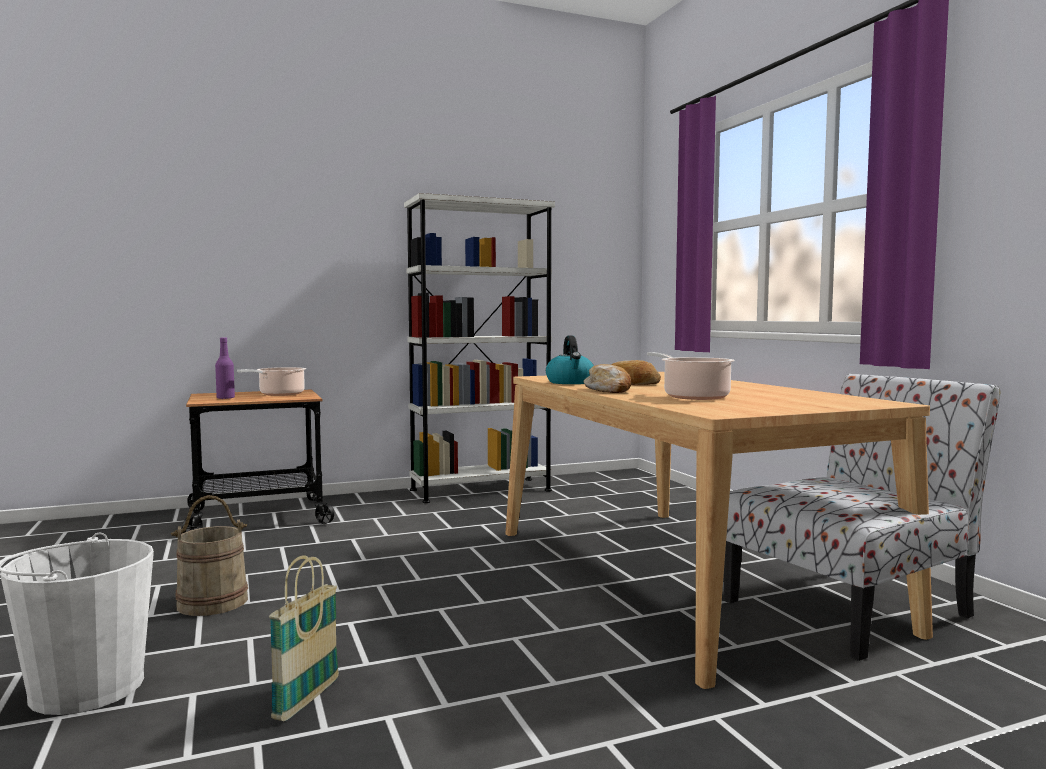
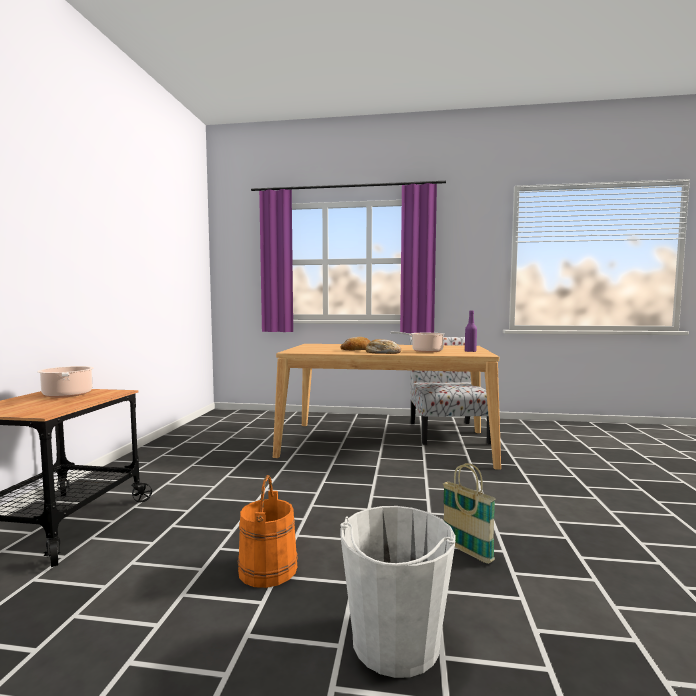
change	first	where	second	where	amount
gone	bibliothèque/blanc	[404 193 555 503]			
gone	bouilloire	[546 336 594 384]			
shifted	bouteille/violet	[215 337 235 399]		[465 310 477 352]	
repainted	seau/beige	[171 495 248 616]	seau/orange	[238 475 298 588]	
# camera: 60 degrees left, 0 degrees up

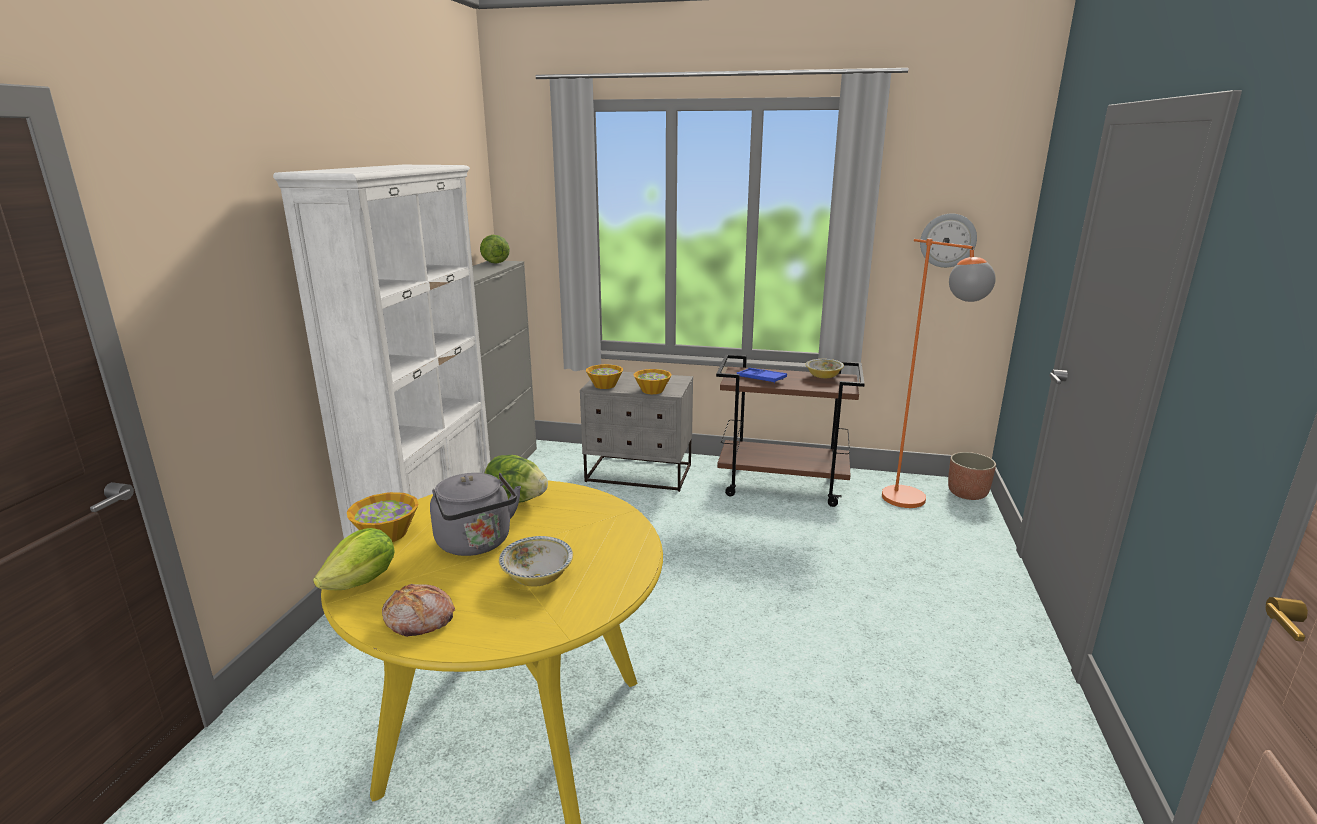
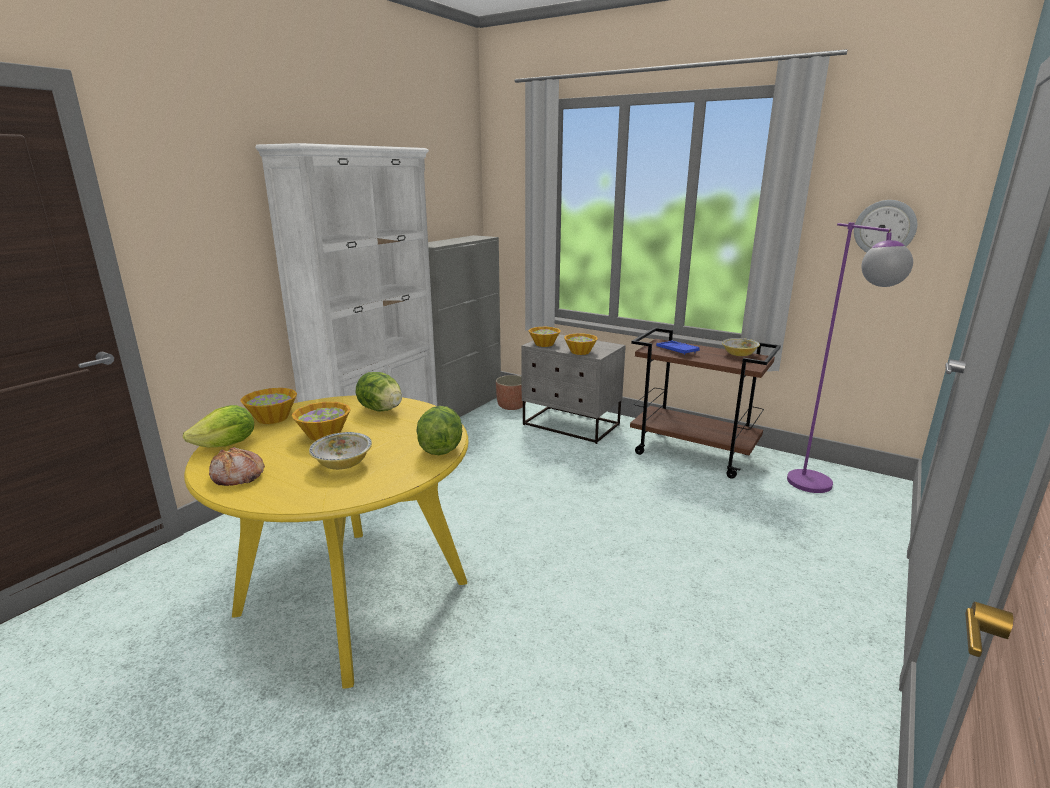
change	first	where	second	where	amount
shifted	laitue	[480 235 510 264]		[416 406 462 455]	
shifted	cache-pot	[948 452 996 500]		[496 375 526 410]	
swapped	bouilloire/gris	[430 473 521 556]	bol	[292 402 350 441]	
repainted	lampadaire/orange	[882 239 996 508]	lampadaire/violet	[787 222 913 493]	
# camera: 20 degrees right, 0 degrees up

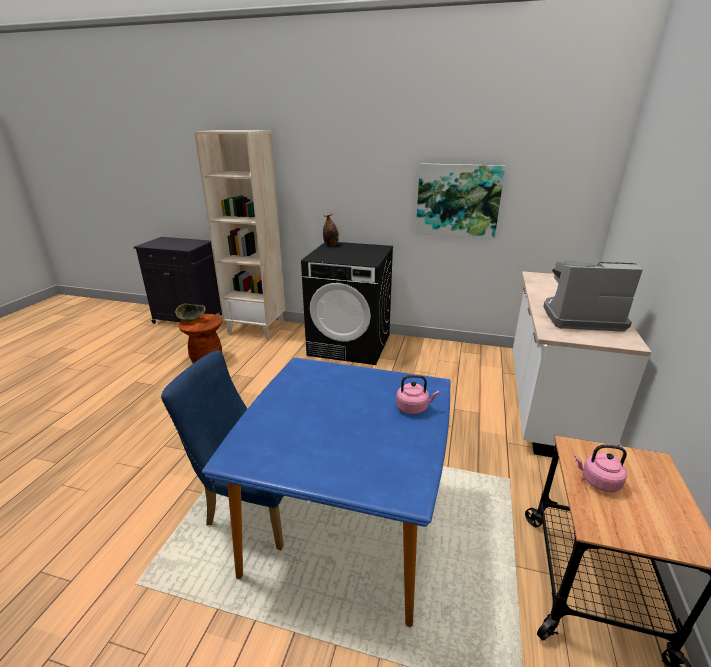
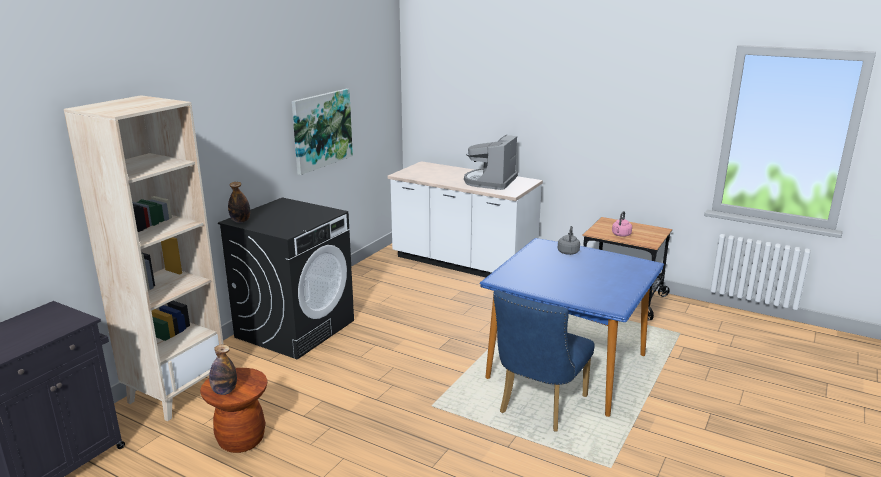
change	first	where	second	where	amount
swapped	bol	[175 304 206 322]	bouteille	[209 344 237 395]	
repainted	bouilloire/rose	[396 375 439 414]	bouilloire/gris	[558 226 580 255]	
# camera: 75 degrees left, 5 degrees down

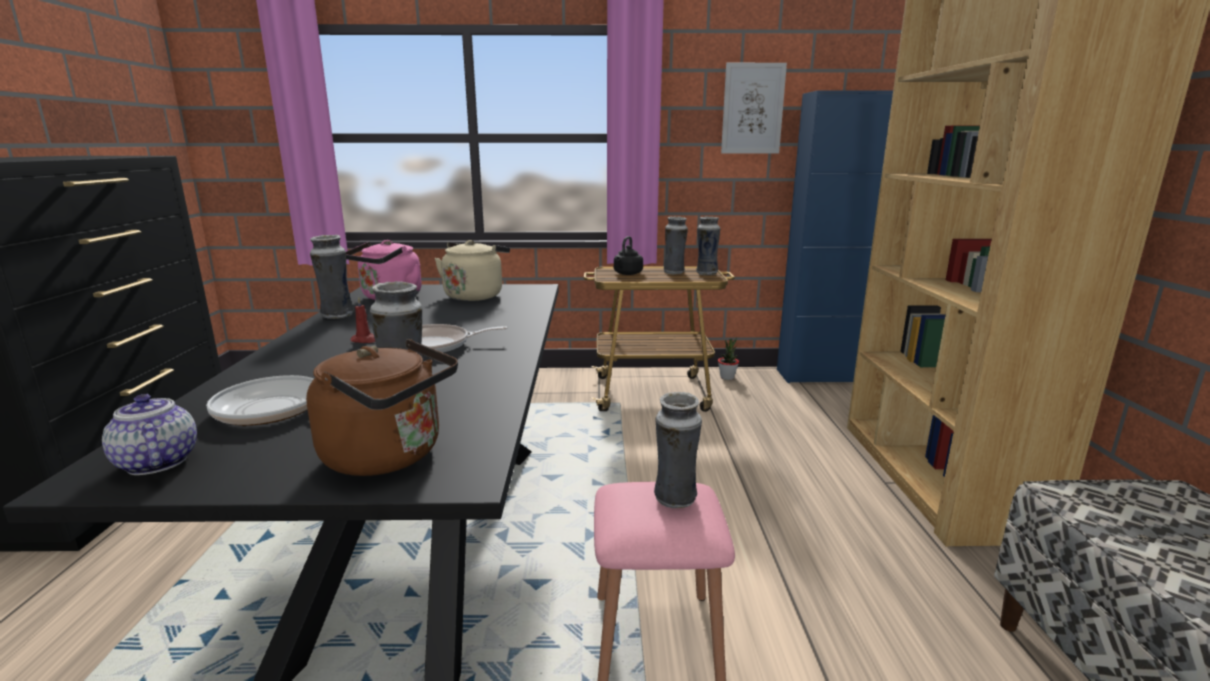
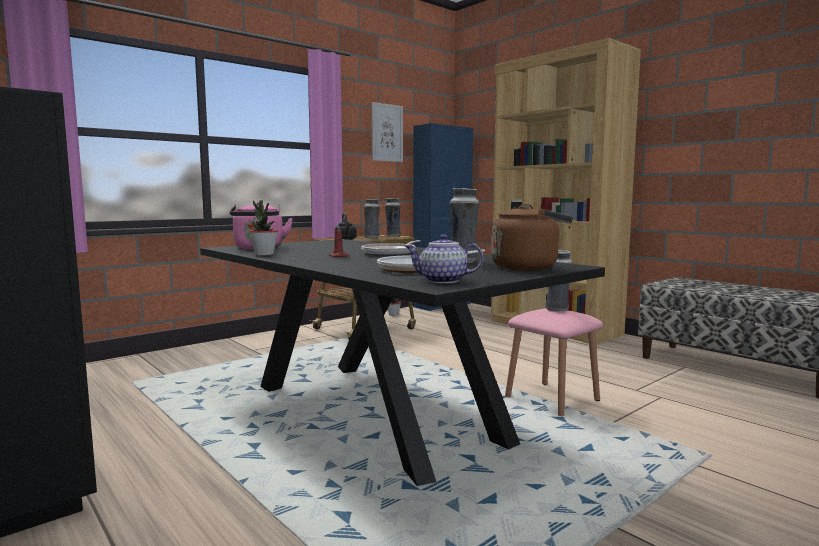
change	first	where	second	where	amount
gone	bouilloire/beige	[434 240 510 301]			
swapped	vase	[310 235 354 319]	plante en pot	[249 200 278 256]	
# camera: 40 degrees left, 10 degrees down

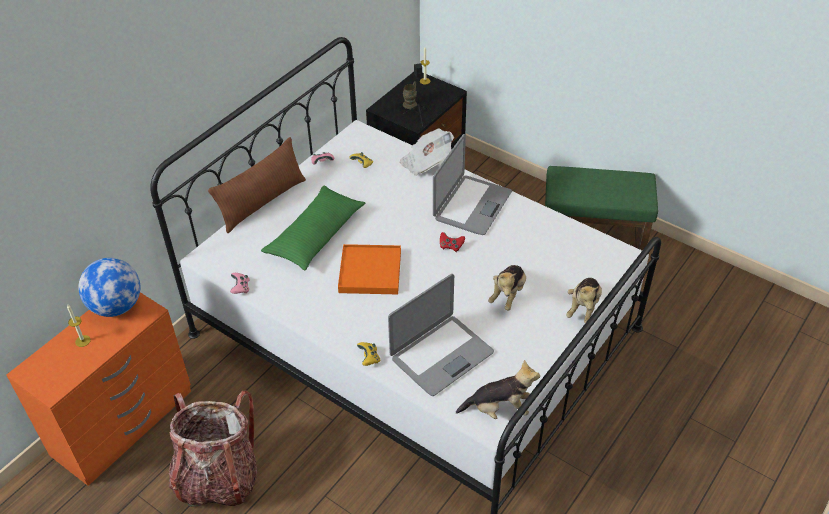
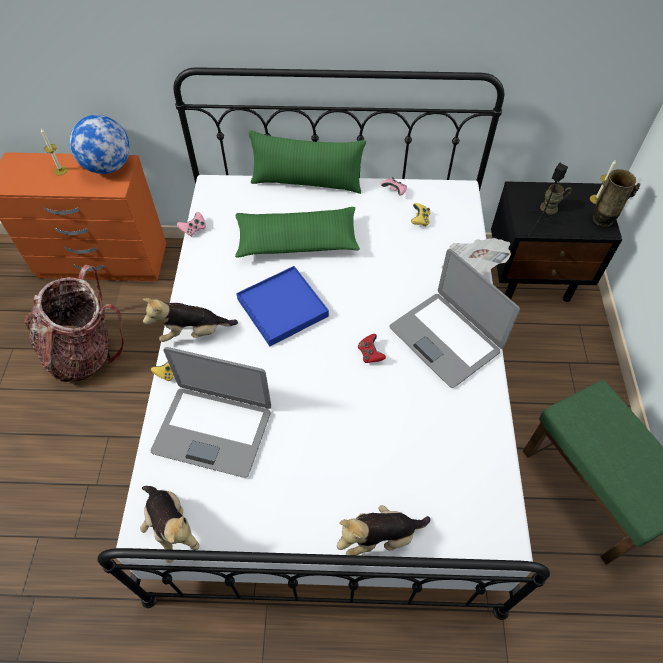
change	first	where	second	where	amount
new			vase	[593 169 641 227]	
shifted	peluche	[488 265 526 311]		[143 298 238 342]	
repainted	coussin/marron	[208 137 306 233]	coussin/vert	[249 130 366 194]	
repainted	plateau/orange	[338 244 401 294]	plateau/bleu	[236 266 329 346]	
rotated	ordinateur portable	[433 134 512 235]		[389 249 520 388]	60 degrees clockwise
# camera: 55 degrees right, 10 degrees up

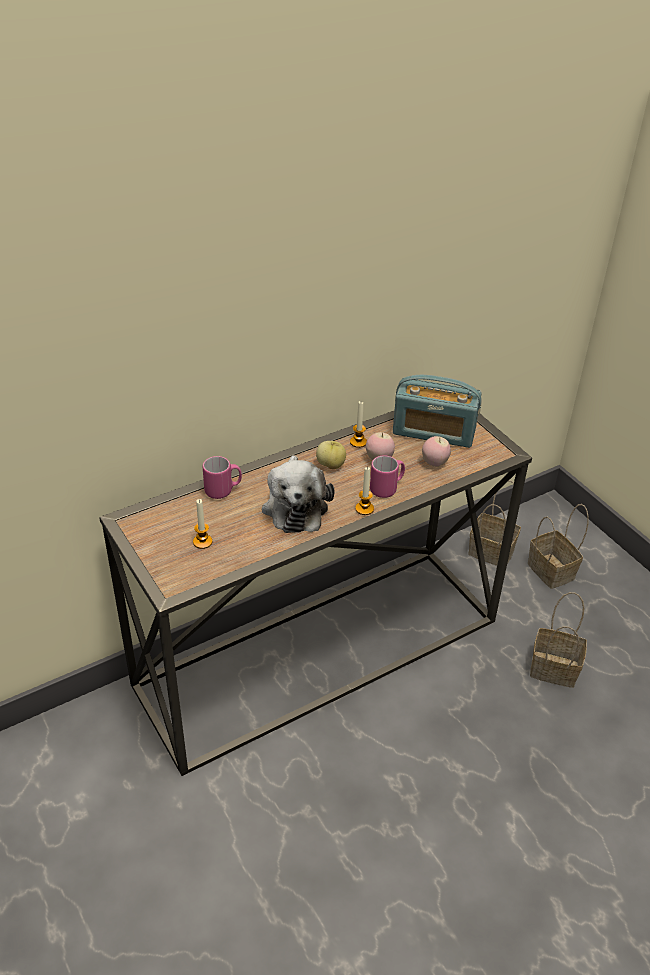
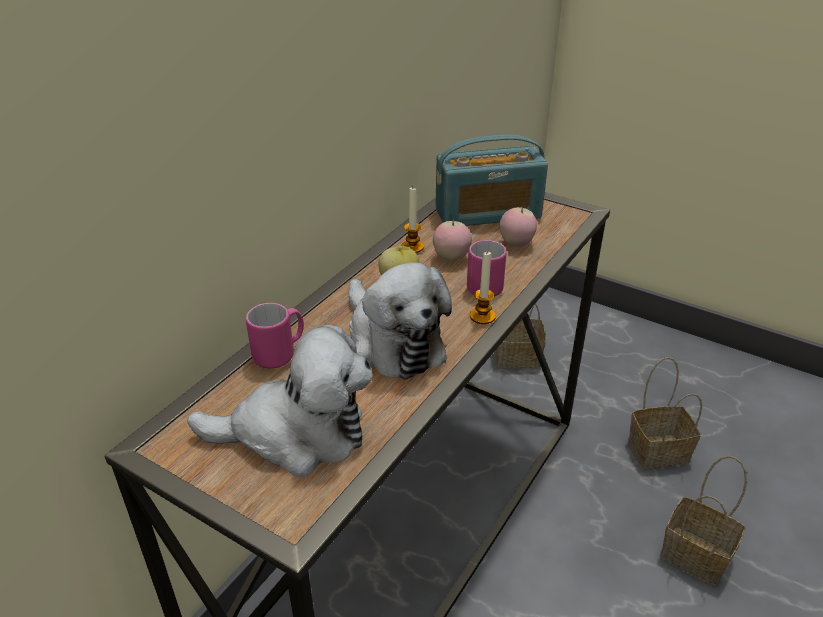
change	first	where	second	where	amount
shifted	panier	[528 504 589 589]		[660 456 747 585]	
swapped	bougie	[193 499 213 549]	peluche	[187 324 373 477]	
# camera: 25 degrees left, 5 degrees down

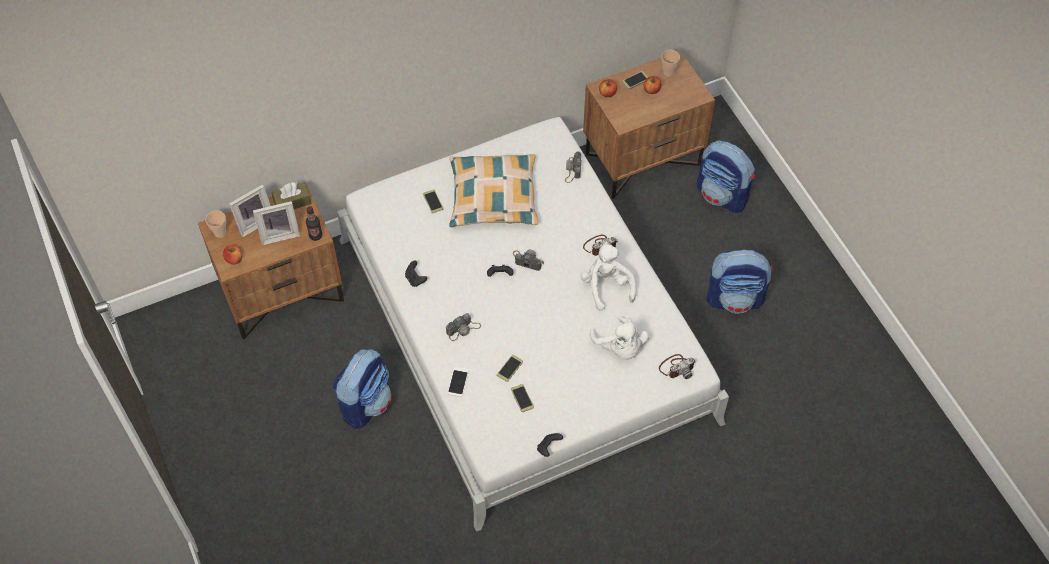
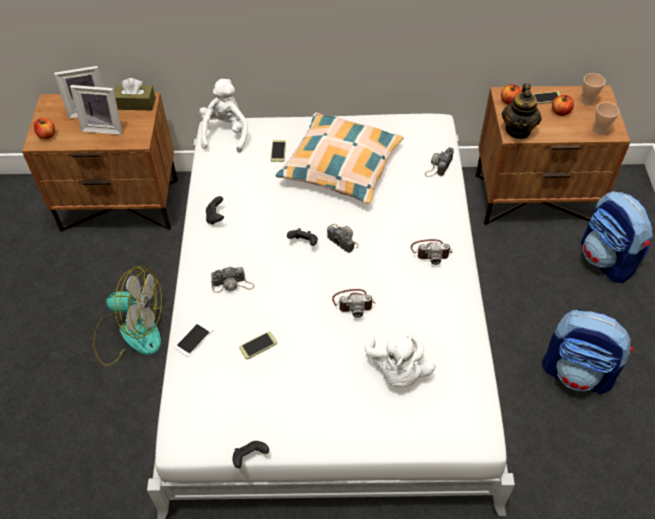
change	first	where	second	where	amount
gone	bouteille	[306 206 322 241]			
gone	téléphone	[511 384 534 412]			
new			théière	[502 83 542 139]	
shifted	tasse	[205 210 226 238]		[594 102 619 135]	
shifted	peluche/blanc	[581 242 636 311]		[199 79 248 153]	
shifted	appareil photo	[659 354 695 379]		[332 289 376 318]	
swapped	sac à dos	[333 349 392 429]	ventilateur	[93 266 162 366]	
# camera: 25 degrees right, 5 degrees down

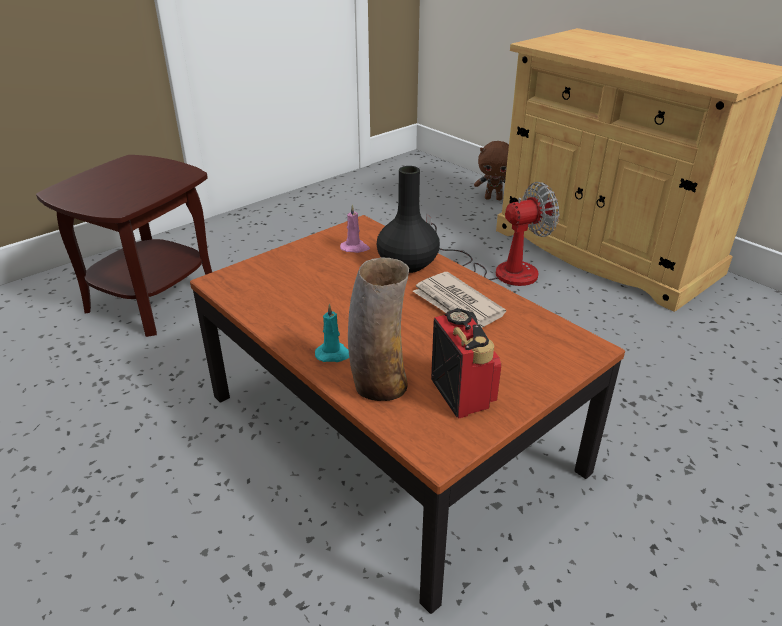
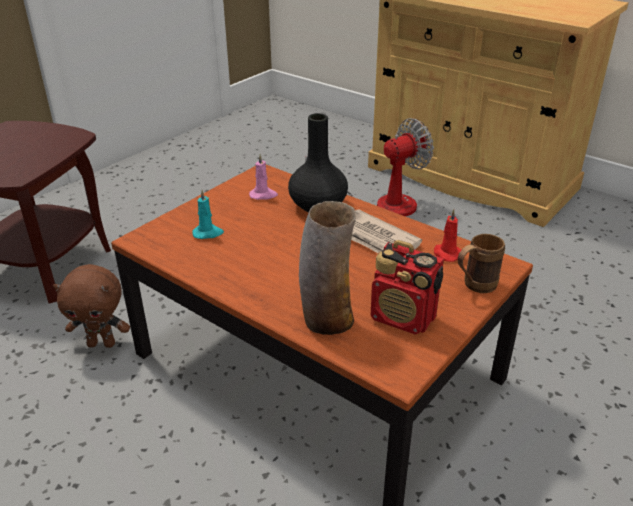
change	first	where	second	where	amount
new			bougie/rouge	[434 209 461 262]	
new			mug/marron	[458 234 505 293]	
shifted	bougie/turquoise	[315 303 349 362]		[192 190 224 239]	
shifted	peluche/marron	[474 141 509 200]		[53 264 130 348]	
rotated	radio	[431 308 501 419]		[371 240 444 334]	150 degrees clockwise
# camera: 10 degrees left, 0 degrees up

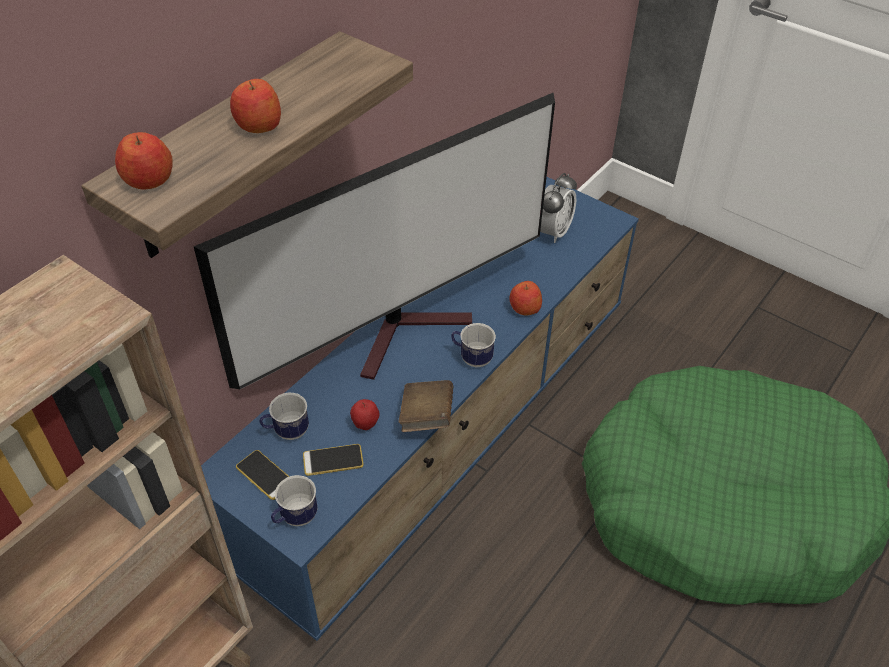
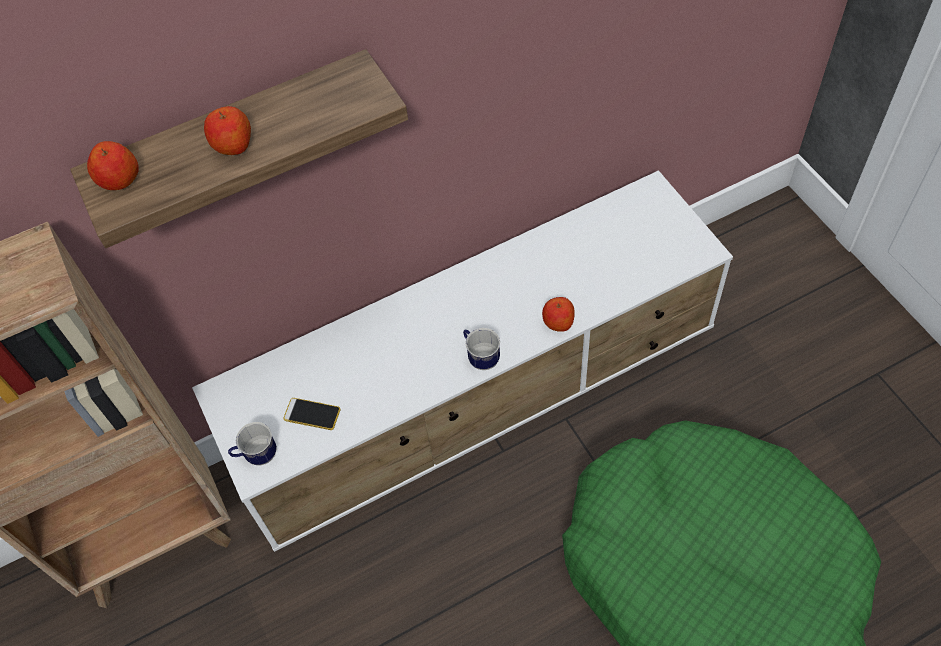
change	first	where	second	where	amount
gone	téléviseur	[194 92 555 389]			
gone	téléphone	[236 450 290 500]			
gone	mug	[260 393 309 440]			
gone	pomme	[350 399 379 430]			
gone	livre/marron	[399 380 453 432]			
gone	réveil	[540 173 577 243]			
repainted	meuble télé/bleu	[201 177 639 641]	meuble télé/blanc	[192 170 733 552]	
# camera: 30 degrees right, 10 degrees up

